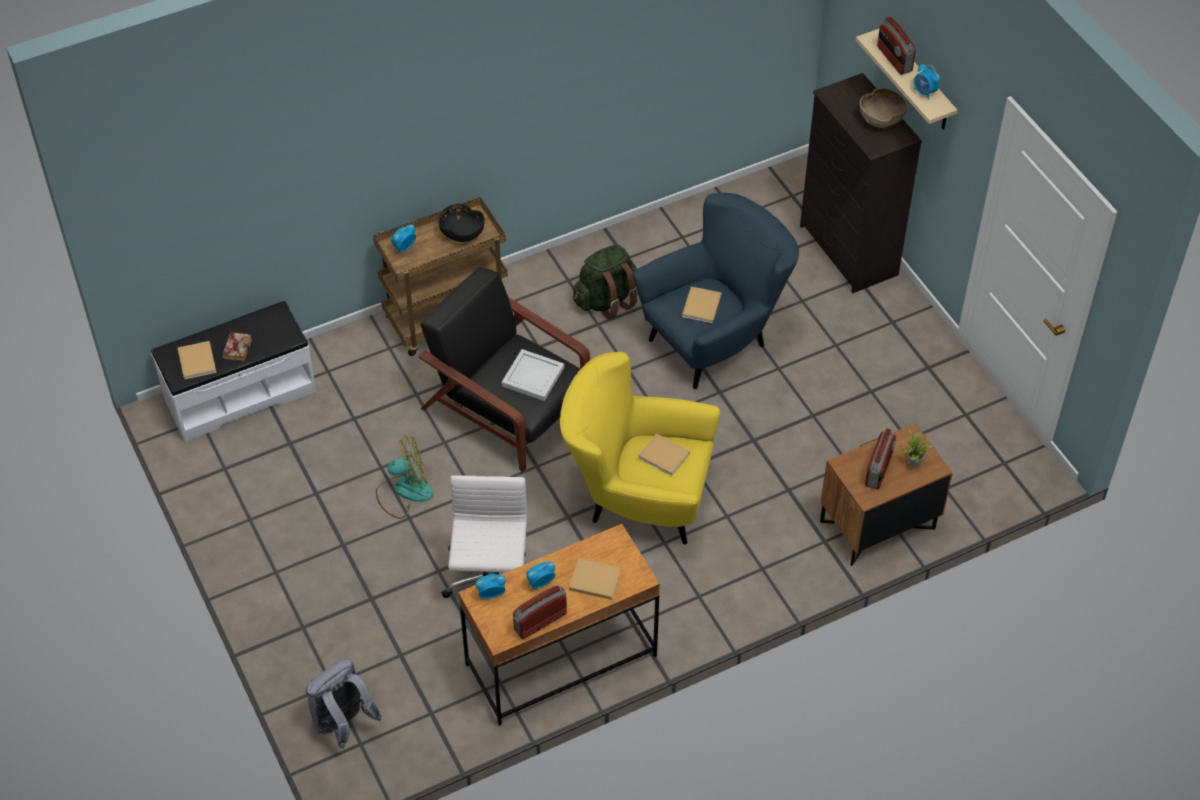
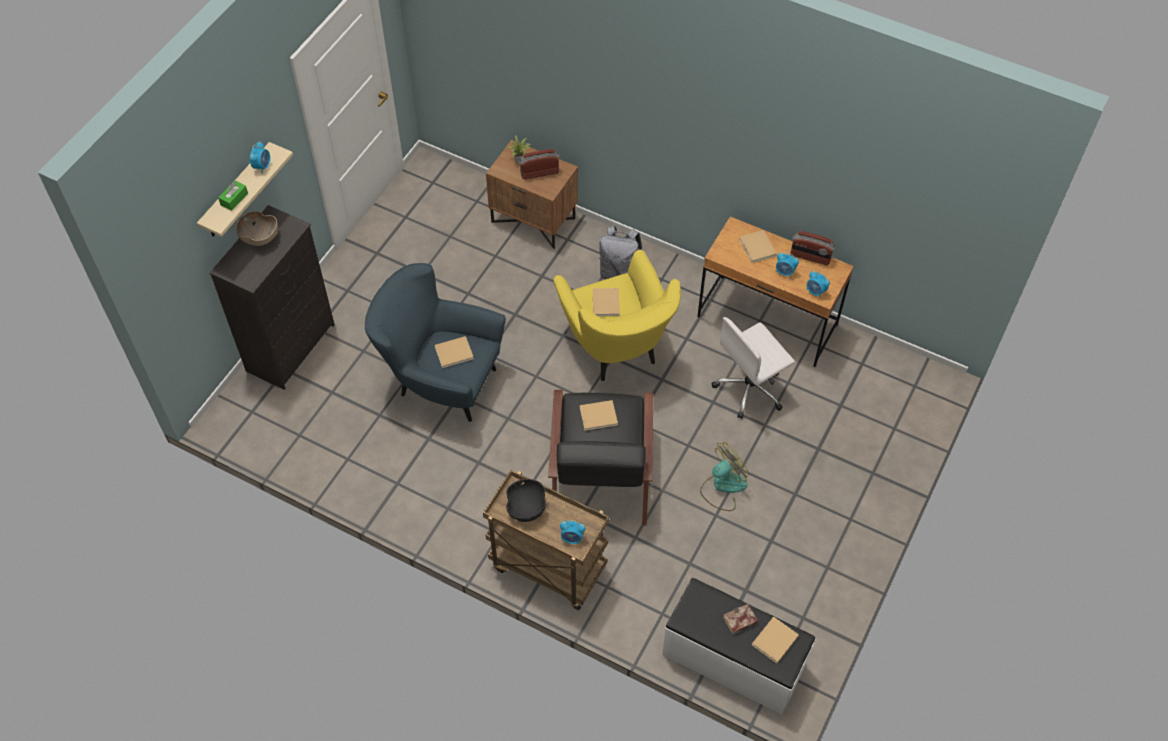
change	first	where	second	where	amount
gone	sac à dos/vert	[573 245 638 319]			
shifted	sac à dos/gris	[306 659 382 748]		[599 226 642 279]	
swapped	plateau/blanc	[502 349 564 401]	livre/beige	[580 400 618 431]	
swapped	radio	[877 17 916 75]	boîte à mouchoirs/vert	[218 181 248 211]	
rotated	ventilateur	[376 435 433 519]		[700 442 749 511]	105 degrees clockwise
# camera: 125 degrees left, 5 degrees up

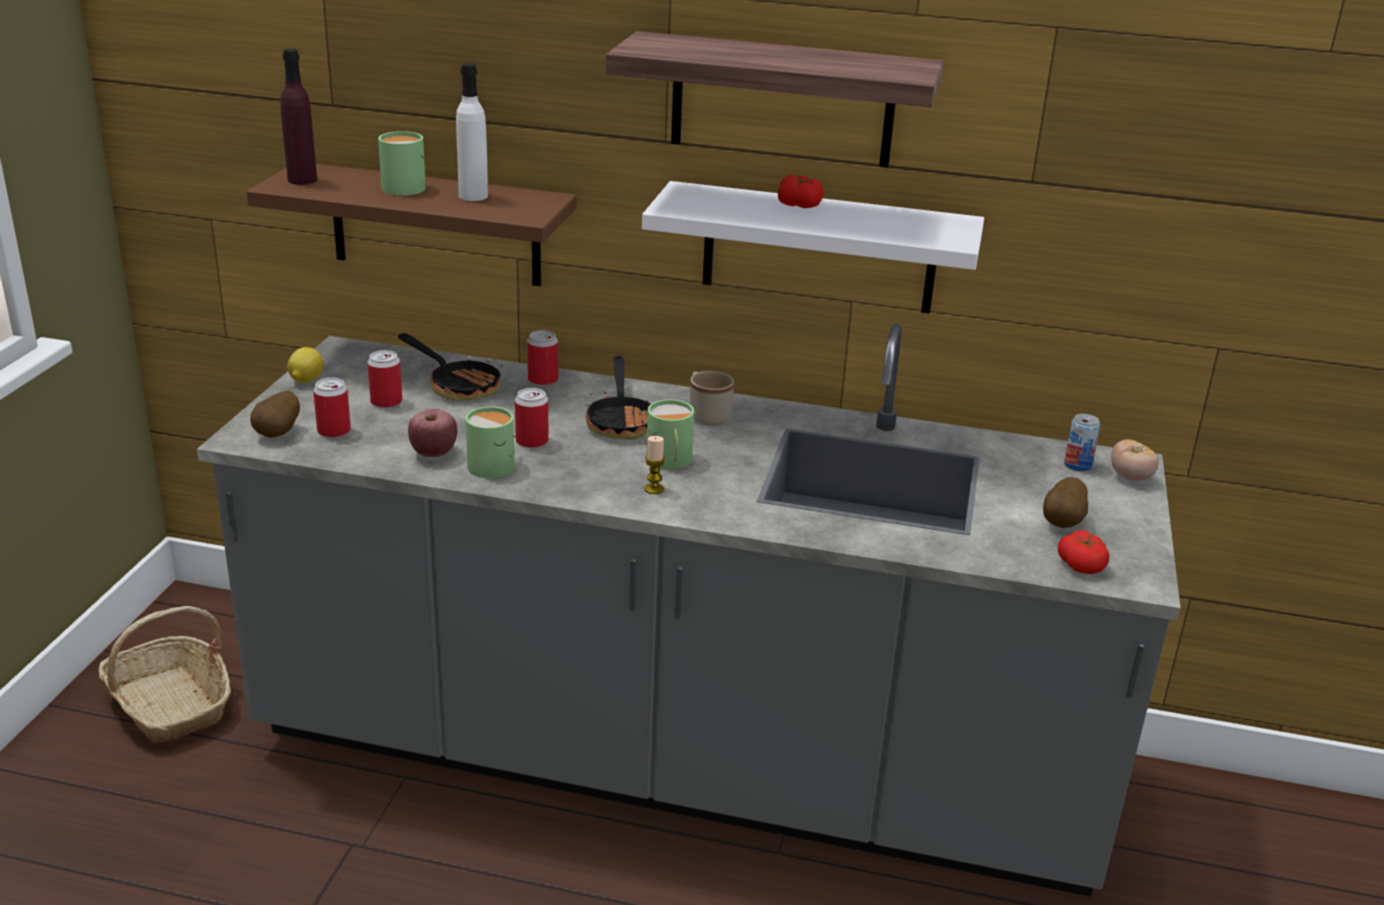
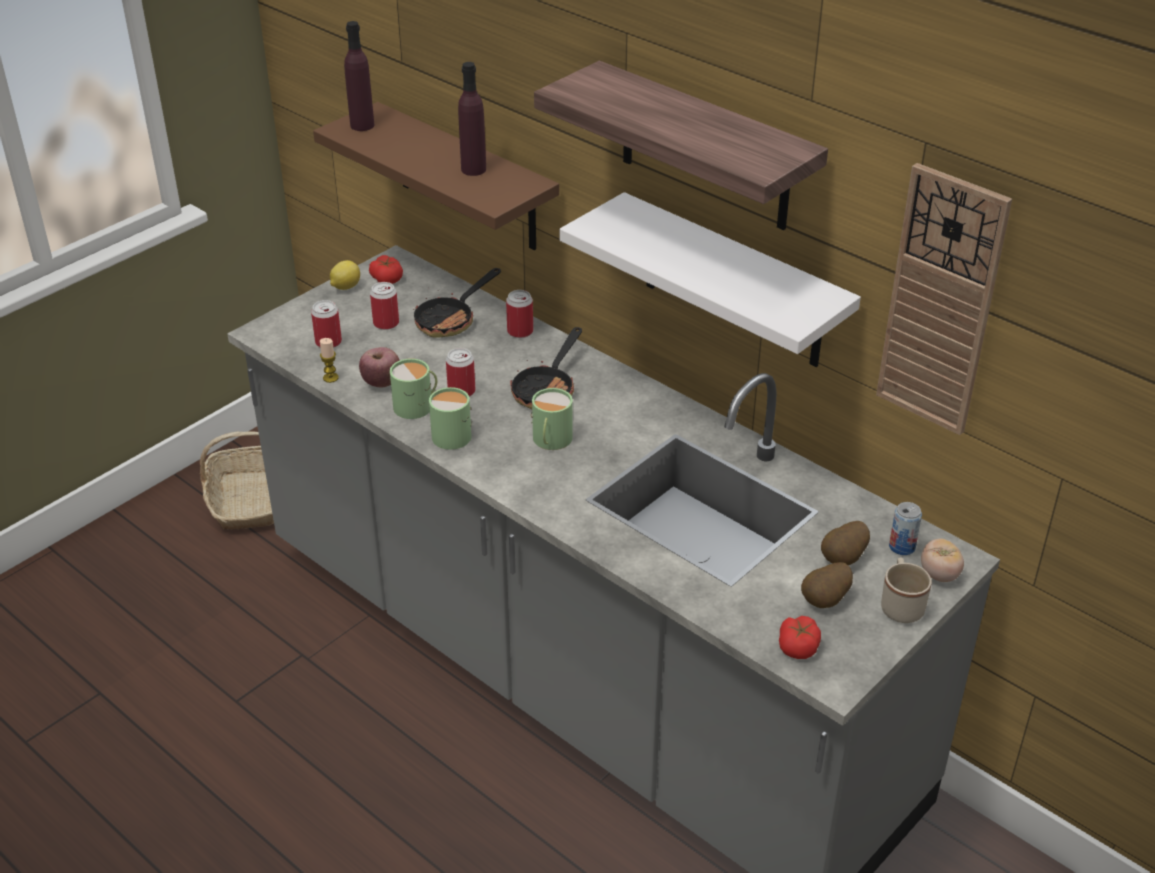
change	first	where	second	where	amount
new			horloge murale	[876 163 1012 435]	
shifted	pomme de terre	[250 391 300 438]		[821 521 870 565]	
shifted	mug/vert	[378 131 426 195]		[429 387 472 450]	
shifted	bougie	[644 436 665 494]		[320 338 339 383]	
shifted	mug/beige	[690 371 734 426]		[881 557 932 623]	
shifted	tomate	[778 175 823 208]		[369 255 403 284]	
repainted	bouteille/blanc	[456 63 488 201]	bouteille/violet	[458 62 486 176]	
rotated	poêle	[398 333 502 401]		[413 268 501 338]	60 degrees clockwise
# camera: 30 degrees right, 10 degrees up

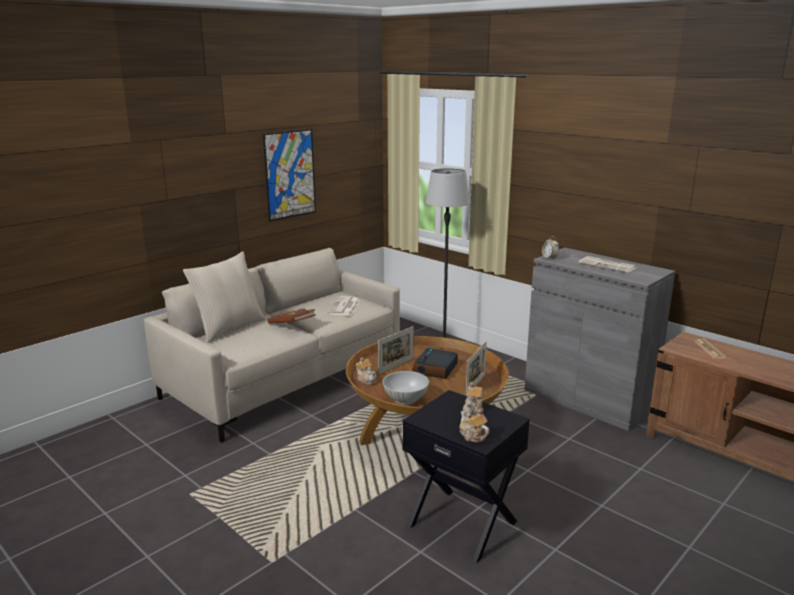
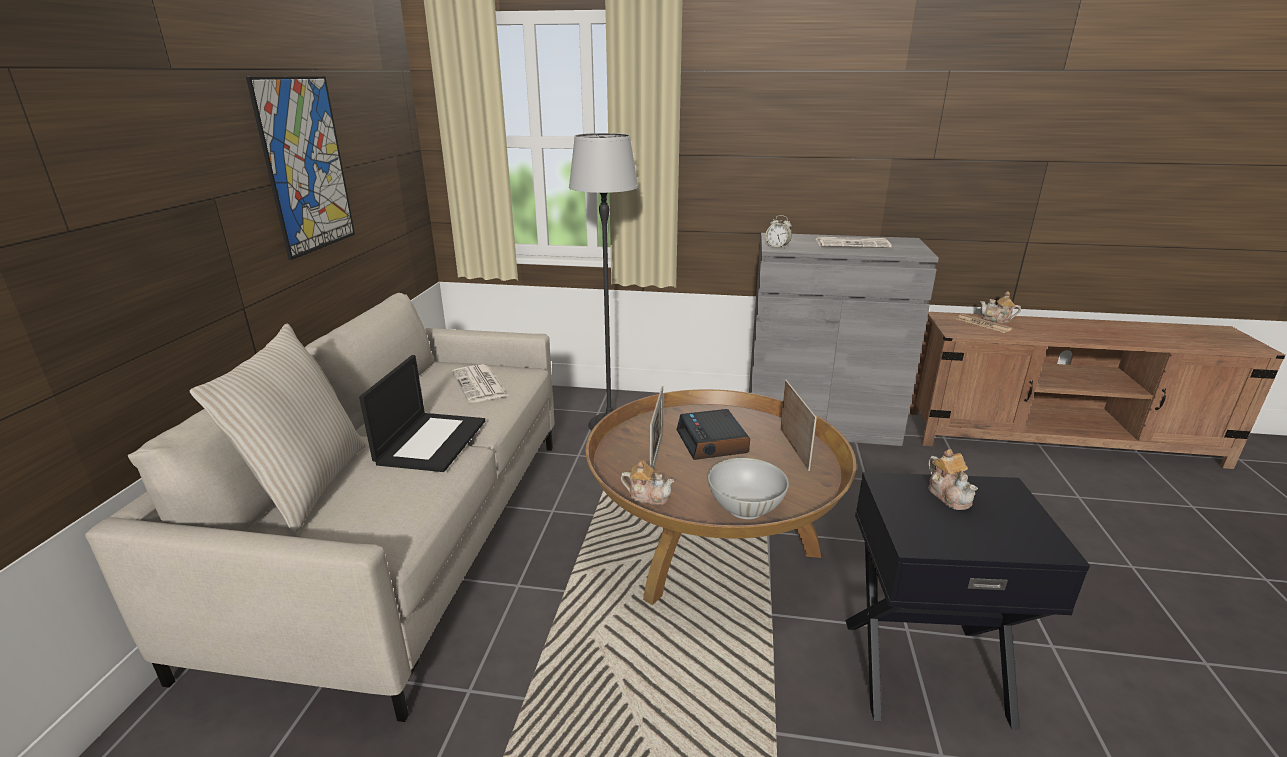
change	first	where	second	where	amount
shifted	théière	[460 408 489 442]		[980 291 1021 323]	
swapped	livre/marron	[267 308 316 324]	ordinateur portable	[359 355 485 472]	
# camera: 35 degrees left, 5 degrees up

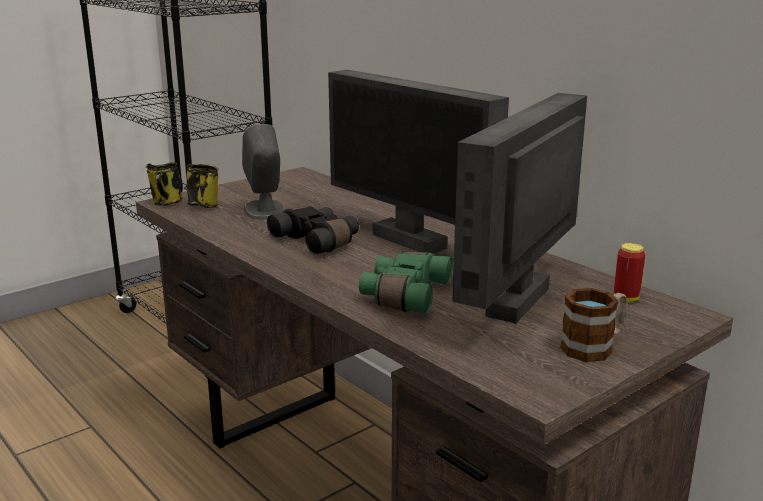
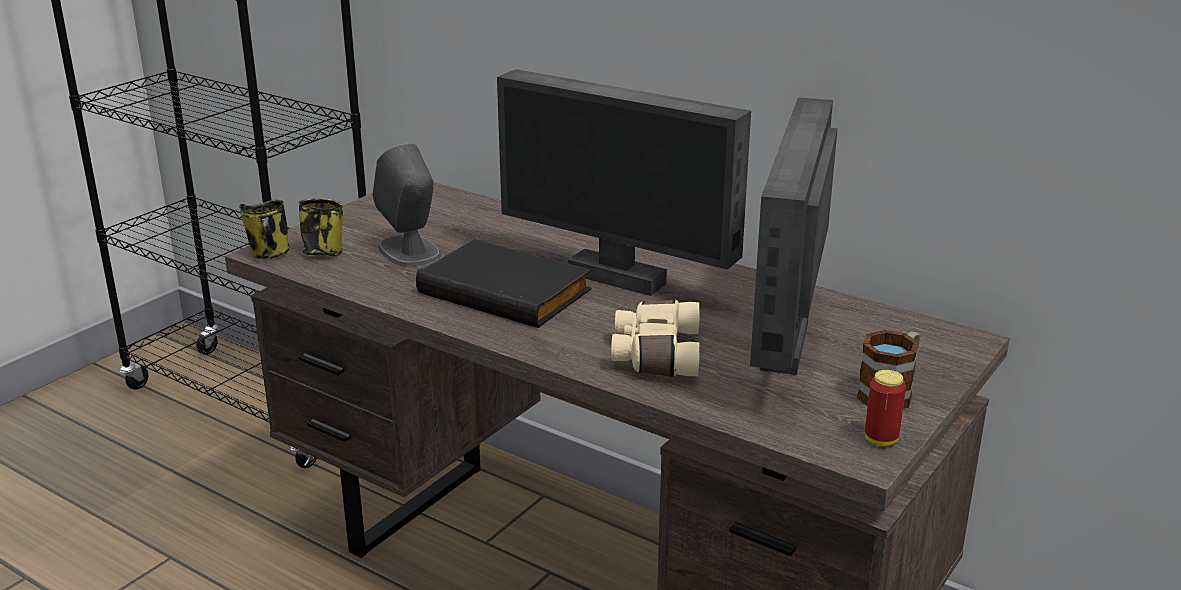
change	first	where	second	where	amount
shifted	boîte métallique	[614 243 646 302]		[865 370 906 446]	
swapped	jumelles/noir	[267 206 359 255]	livre/noir	[416 239 592 328]	
repainted	jumelles/vert	[359 252 453 314]	jumelles/beige	[611 300 700 377]	
# camera: 15 degrees left, 5 degrees up

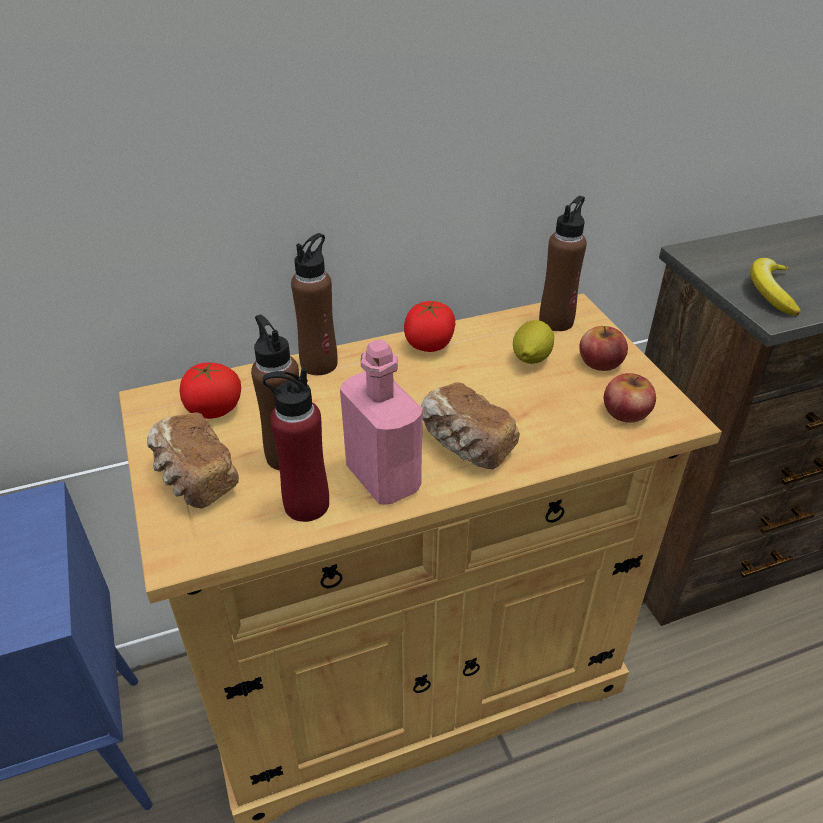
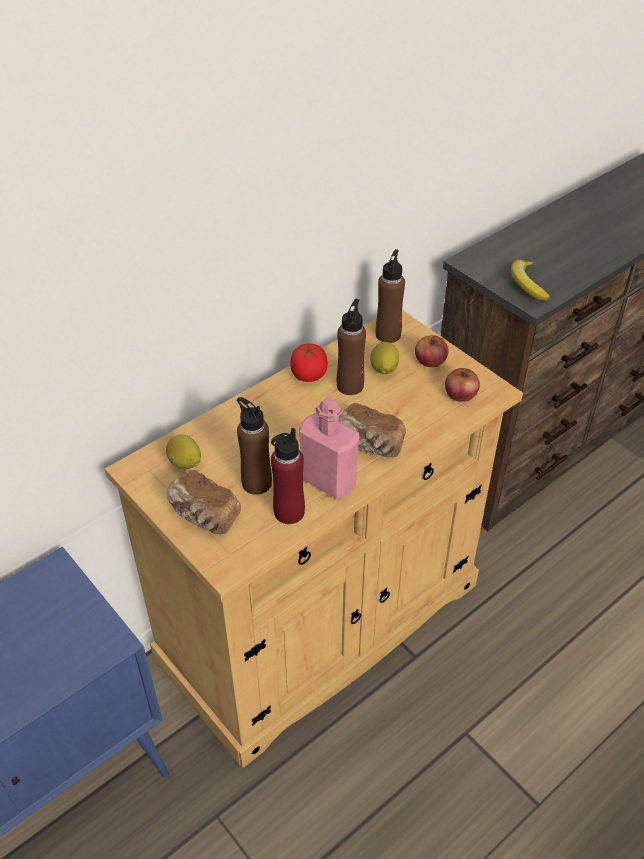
change	first	where	second	where	amount
shifted	bouteille/marron	[291 233 338 375]		[337 299 366 395]	
swapped	tomate	[180 362 241 419]	citron	[166 434 201 469]	
# camera: 20 degrees left, 5 degrees up

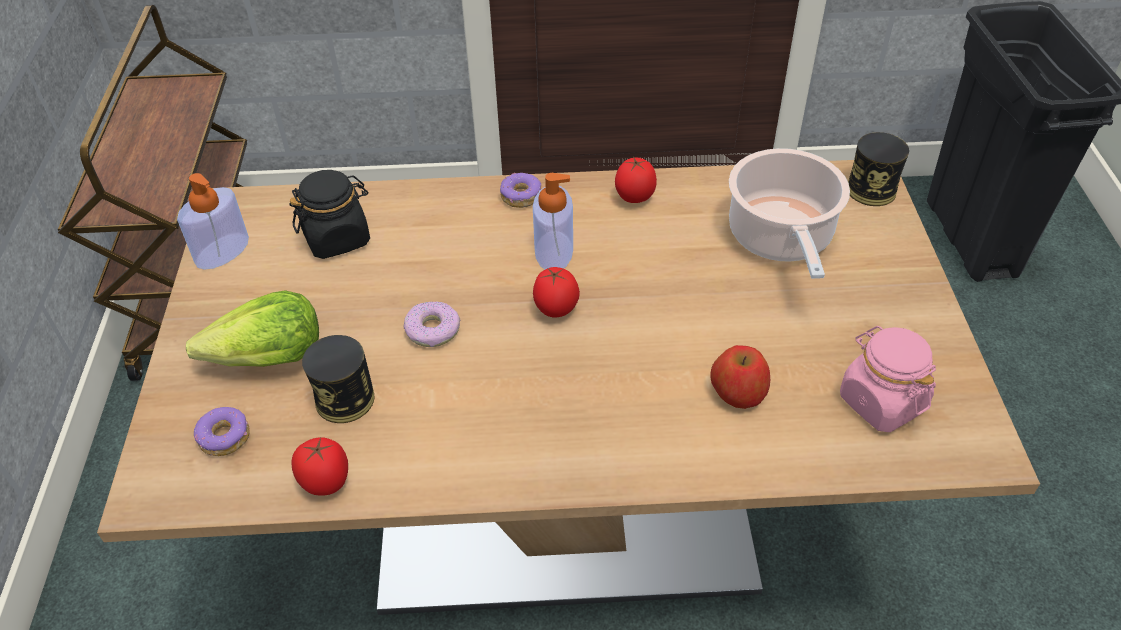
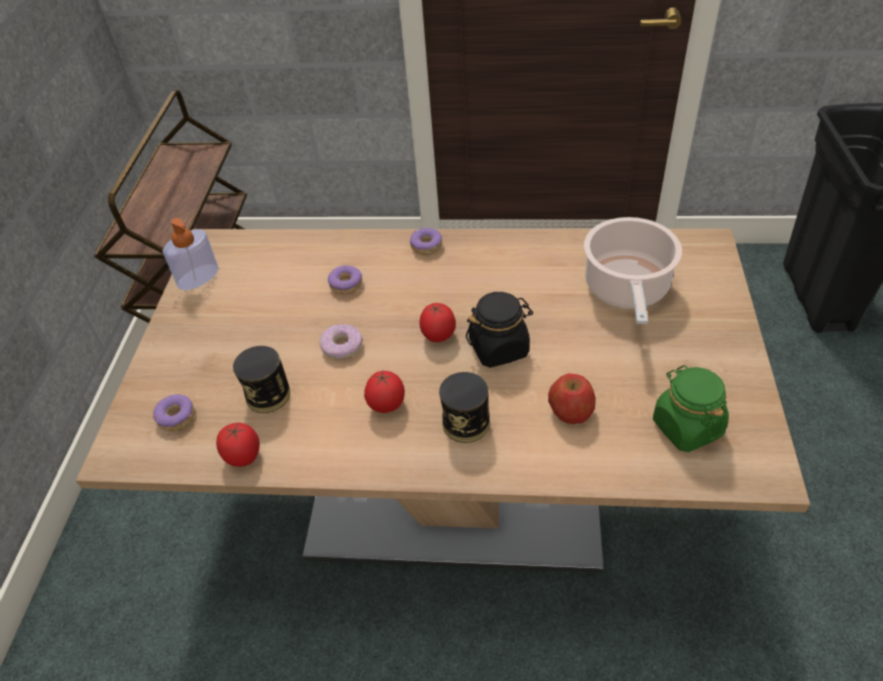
change	first	where	second	where	amount
gone	laitue	[186 290 319 367]			
gone	distributeur de savon	[533 173 573 270]			
new			beignet	[328 265 362 295]	
shifted	bocal/noir	[290 170 370 259]		[466 292 533 368]	
shifted	tomate	[615 157 657 203]		[364 370 405 413]	
shifted	boîte métallique	[848 132 909 206]		[439 372 489 443]	
repainted	bocal/rose	[840 326 936 432]	bocal/vert	[653 365 729 452]	
# camera: 10 degrees right, 0 degrees up

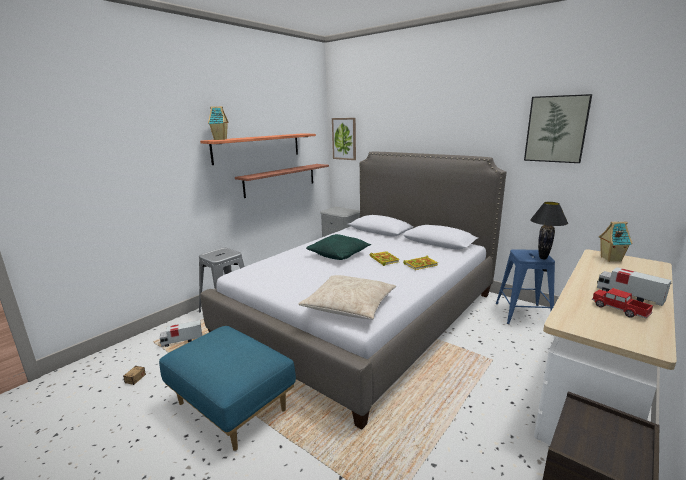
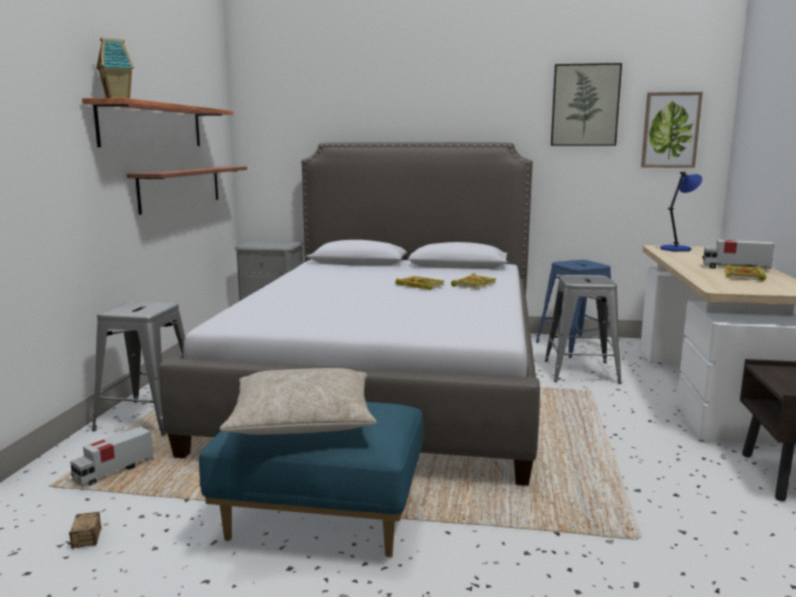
change	first	where	second	where	amount
gone	coussin/vert	[306 234 371 260]			
gone	lampe de table/noir	[530 202 568 259]			
new			tabouret/gris	[545 275 622 384]	
shifted	coussin/beige	[298 275 396 320]		[220 368 377 435]	
shifted	tableau	[332 118 356 160]		[641 92 703 168]	
swapped	camion jouet	[592 288 653 318]	livre	[725 265 766 281]	
swapped	maison miniature	[599 222 633 262]	lampe de table/bleu	[660 172 702 252]	
# camera: 30 degrees left, 5 degrees down

